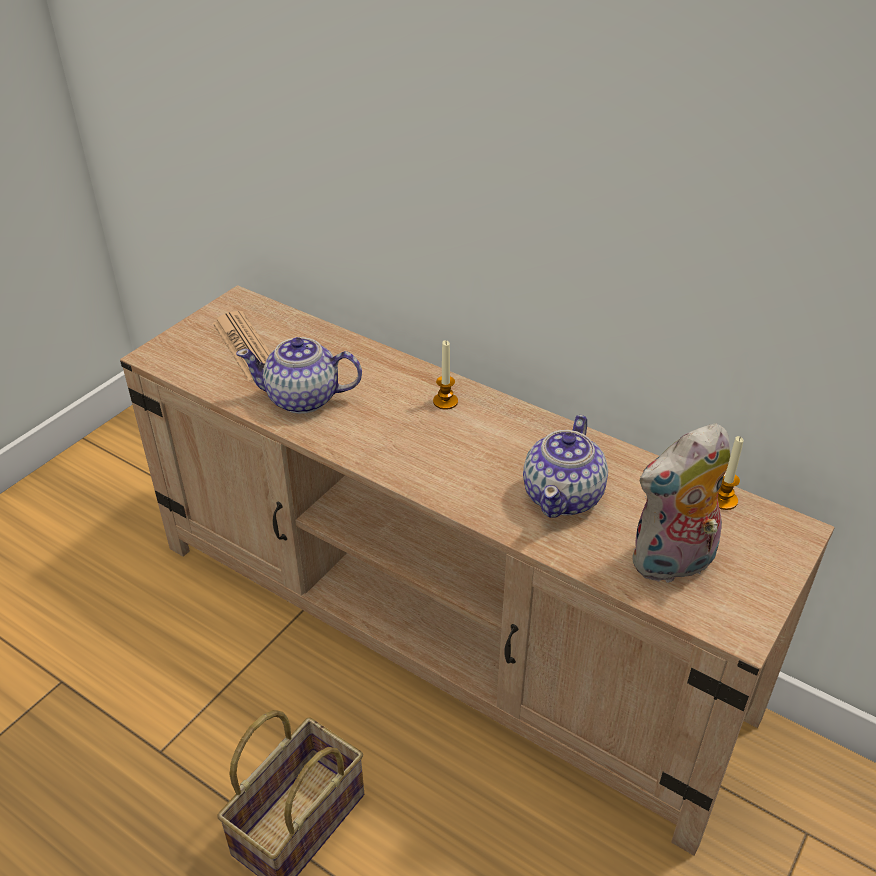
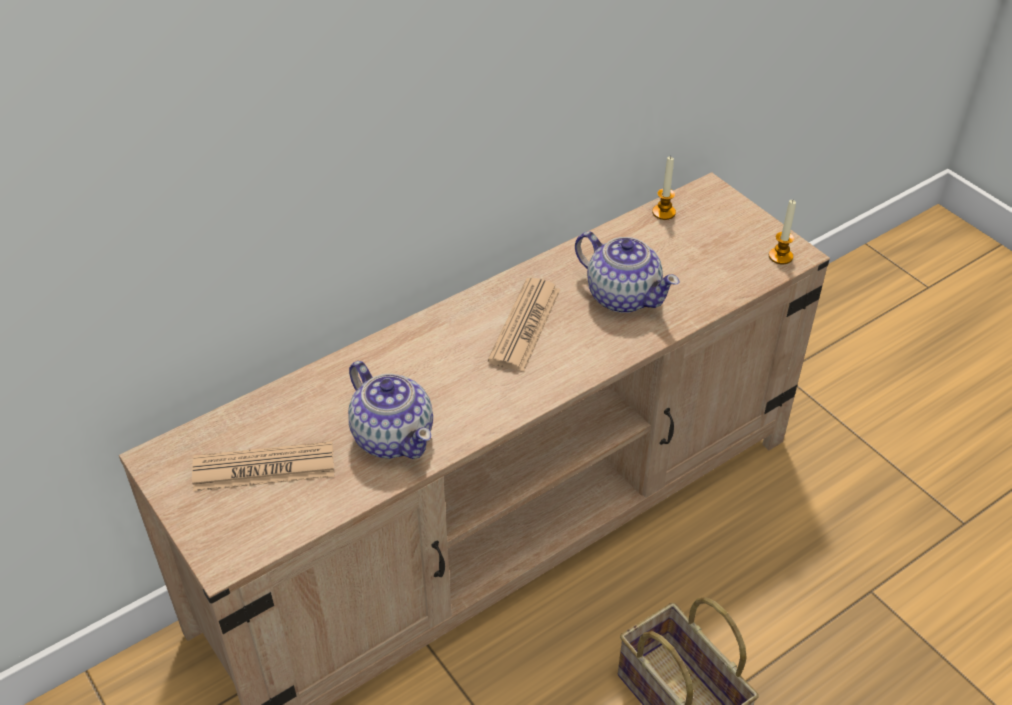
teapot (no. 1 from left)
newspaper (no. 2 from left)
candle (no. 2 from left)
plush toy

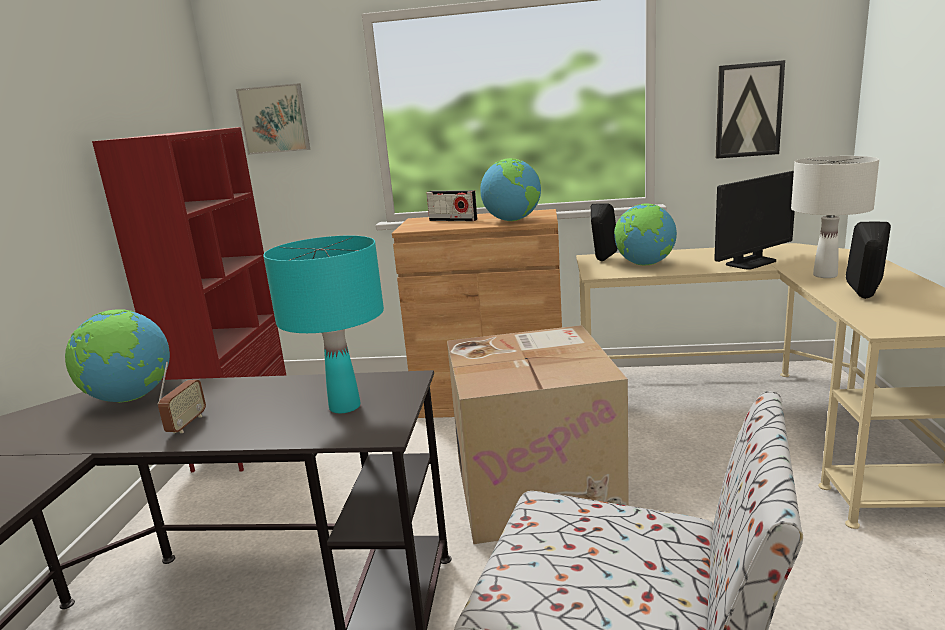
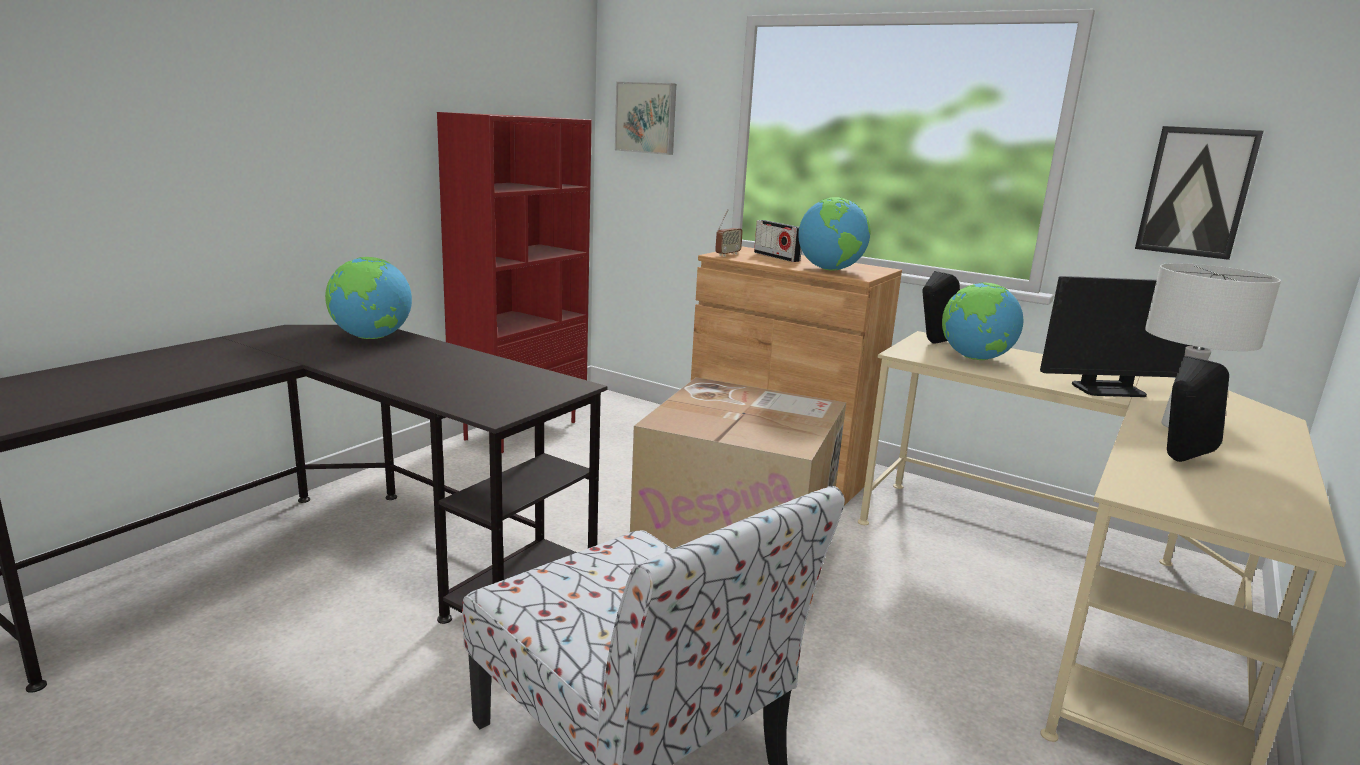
radio (no. 1 from left)
turquoise table lamp

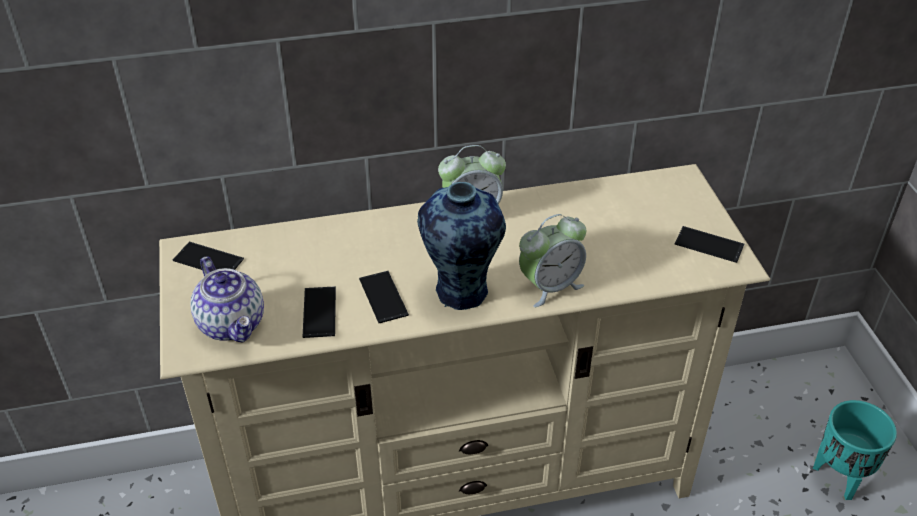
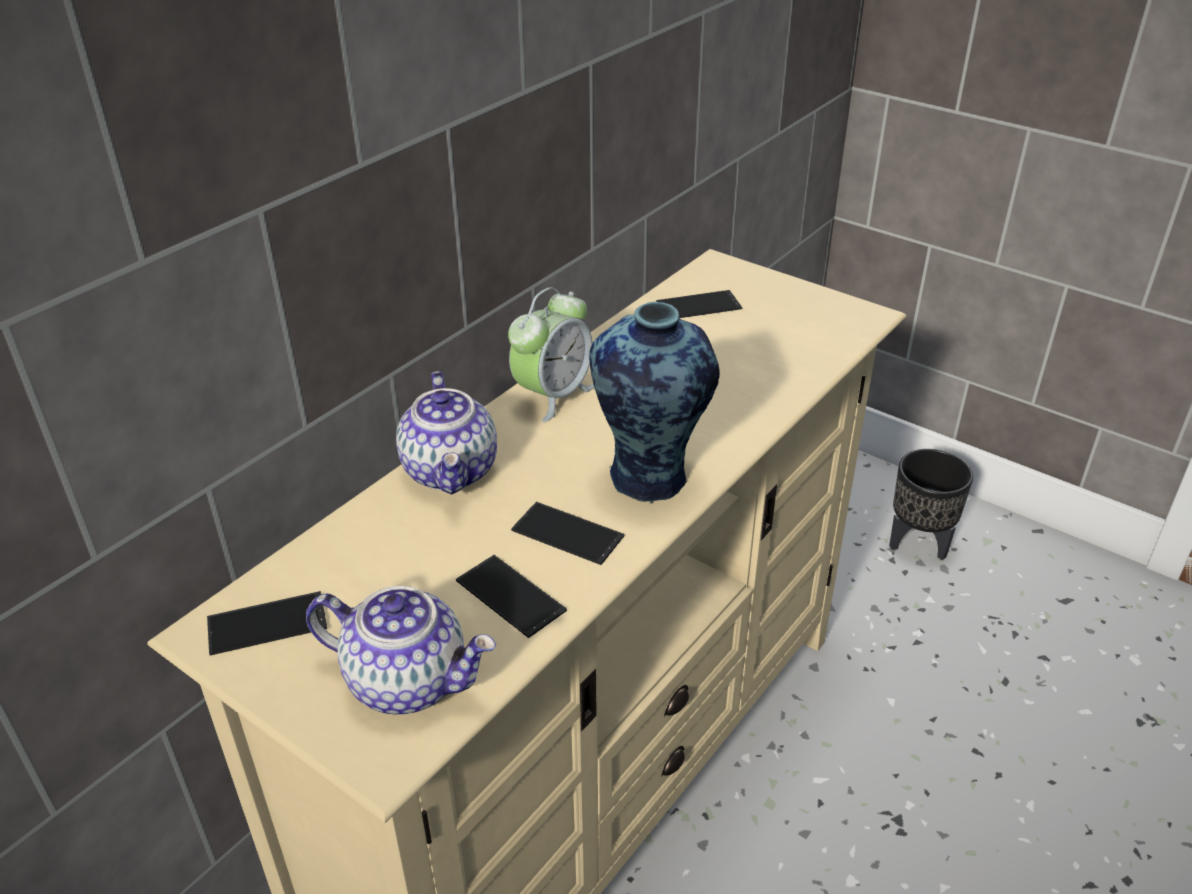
teapot (no. 2 from left)
phone (no. 4 from left)
black planter
alarm clock (no. 2 from left in the first image)

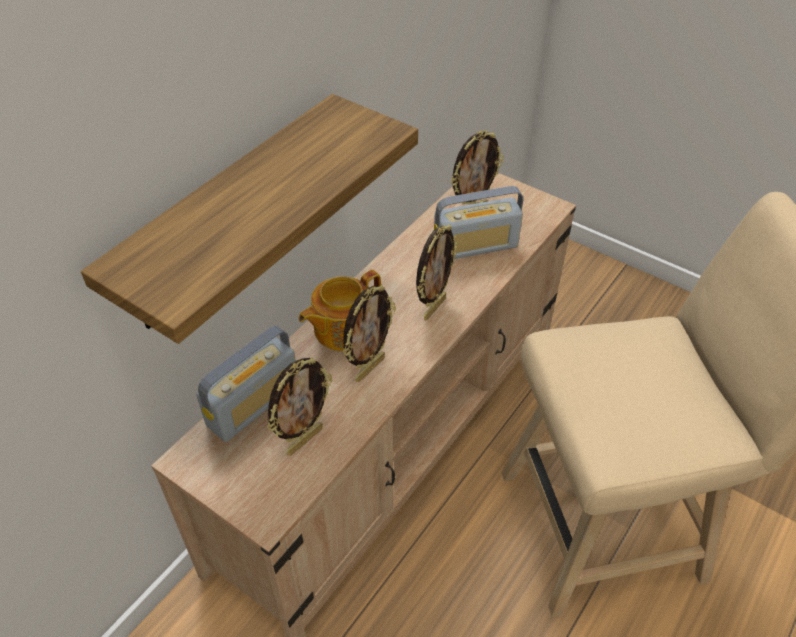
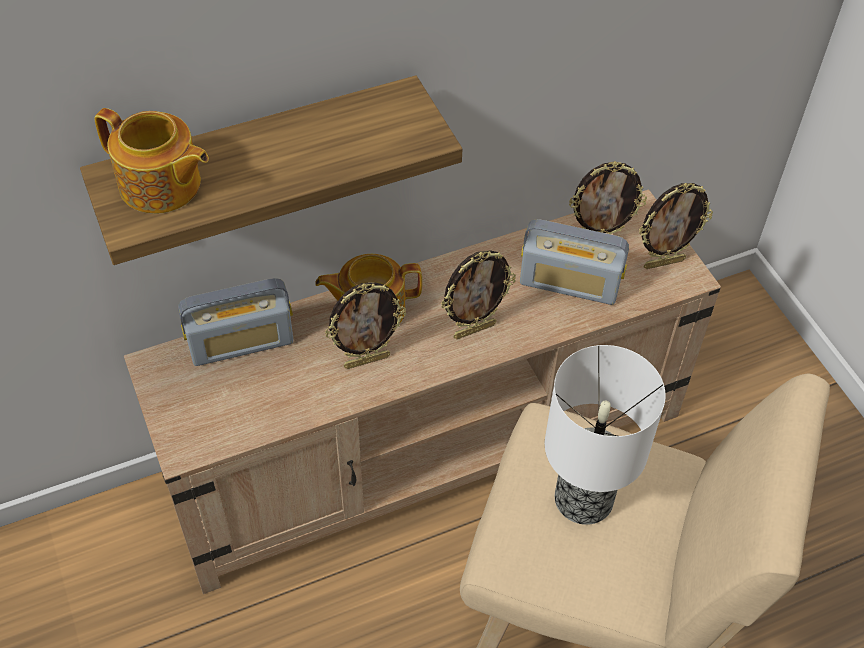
teapot (no. 1 from left)
table lamp
picture frame (no. 4 from left)

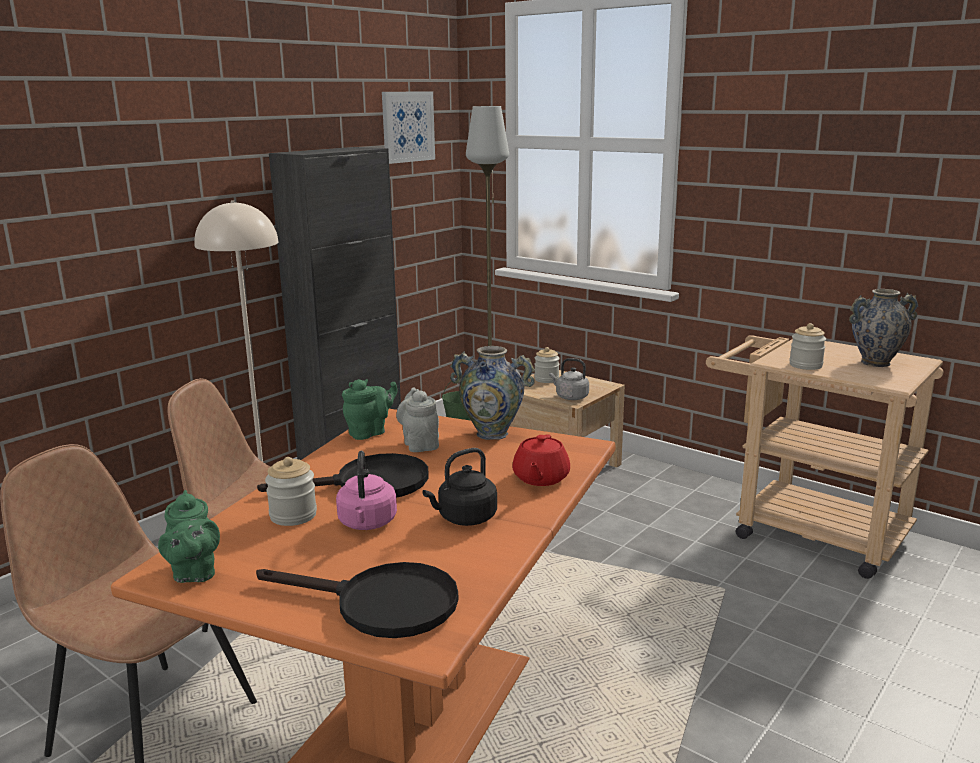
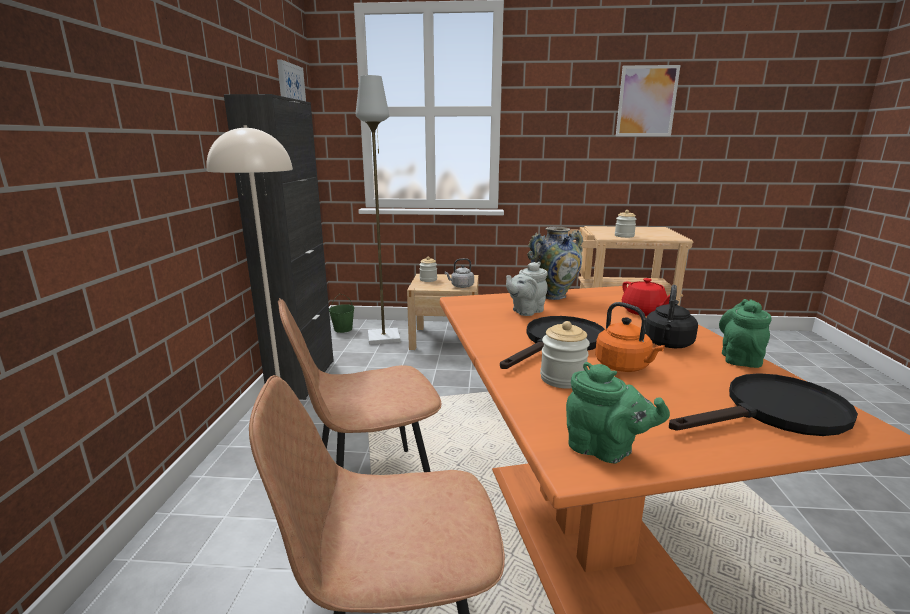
grey teapot
orange kettle
picture (no. 2 from left)
green teapot (no. 2 from left)
vase (no. 2 from left in the first image)

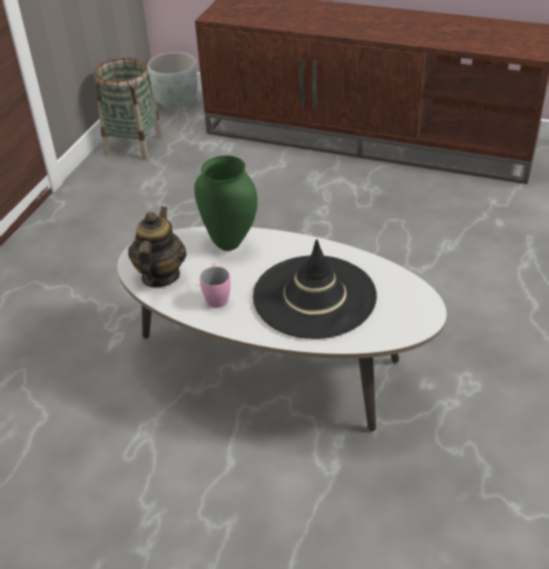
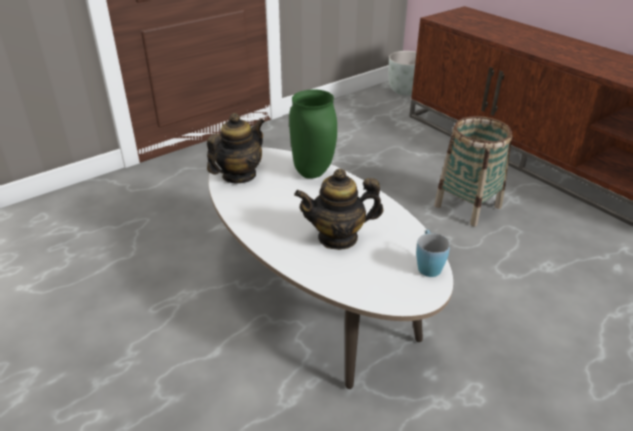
teapot (no. 2 from left)
blue mug
basket
pink mug

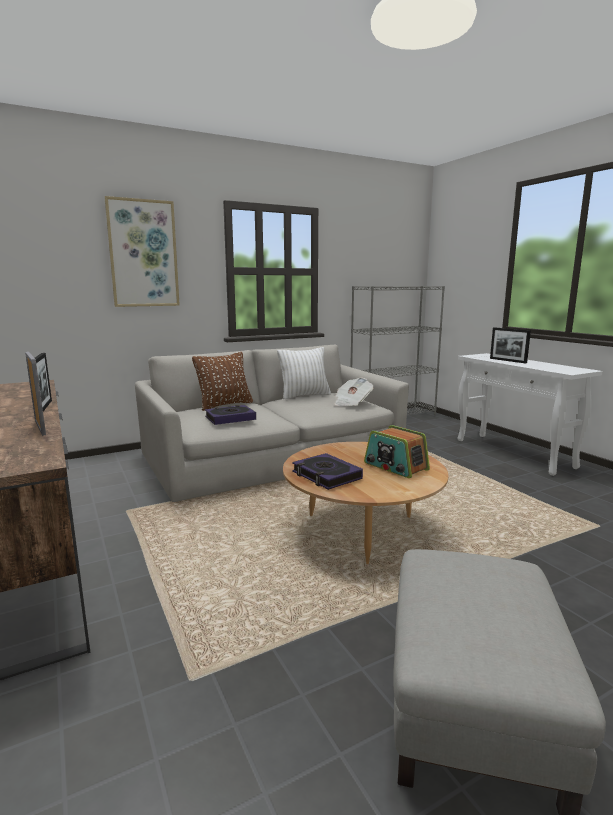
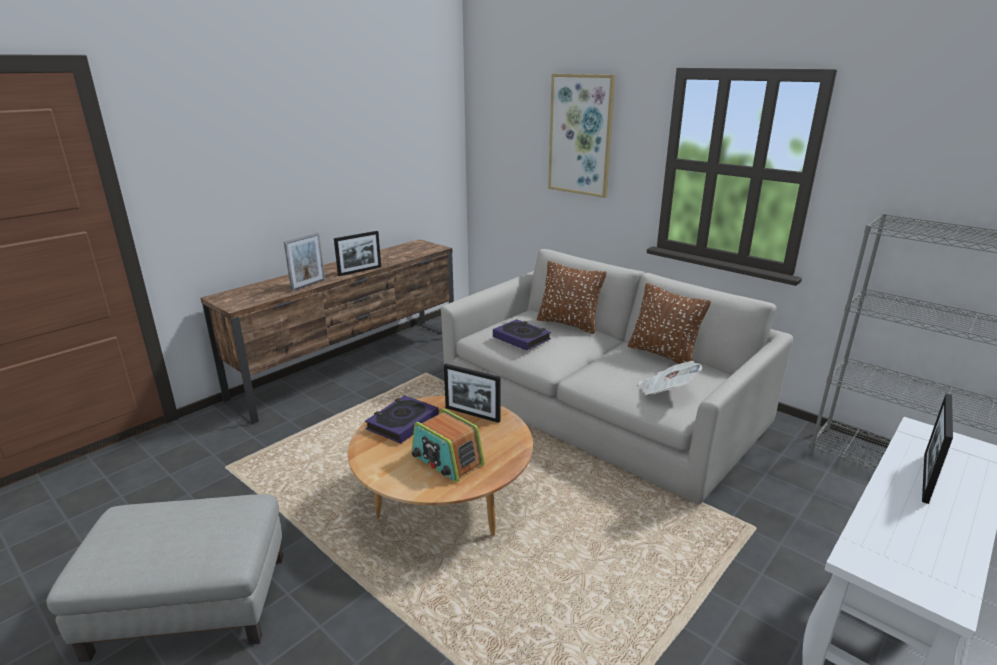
radio
picture frame (no. 3 from left)
brown pillow (no. 2 from left)

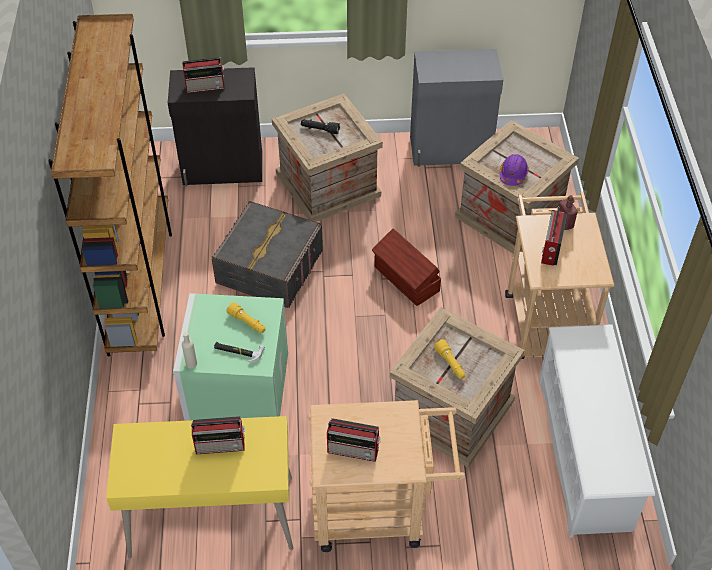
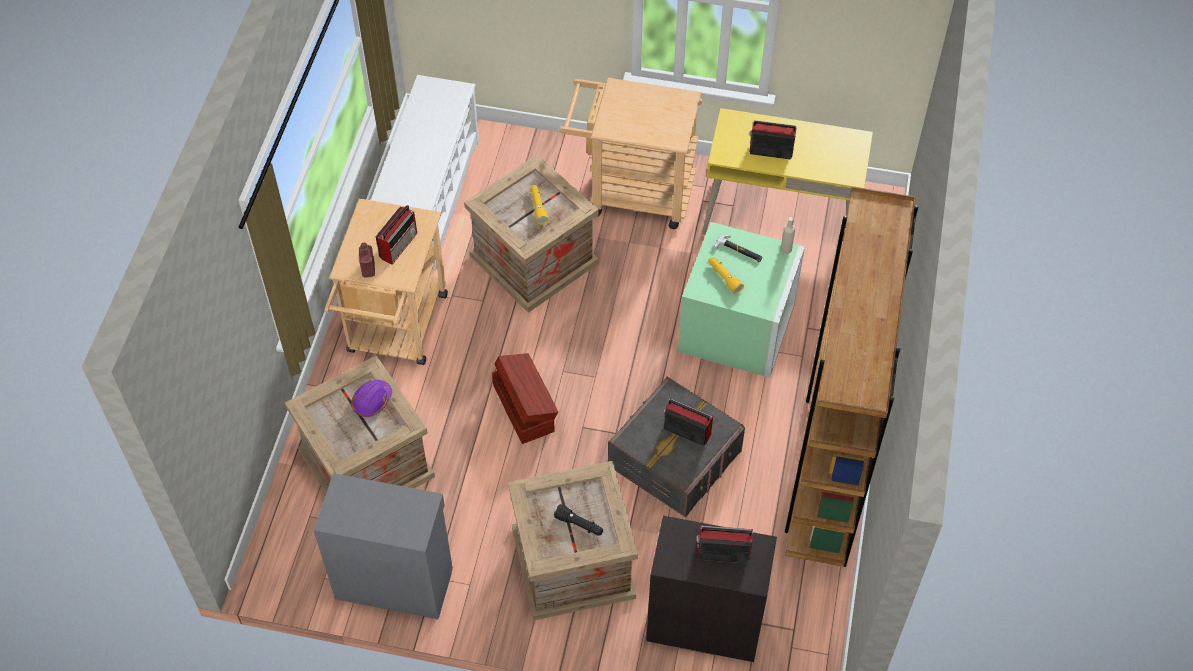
radio (no. 2 from left)

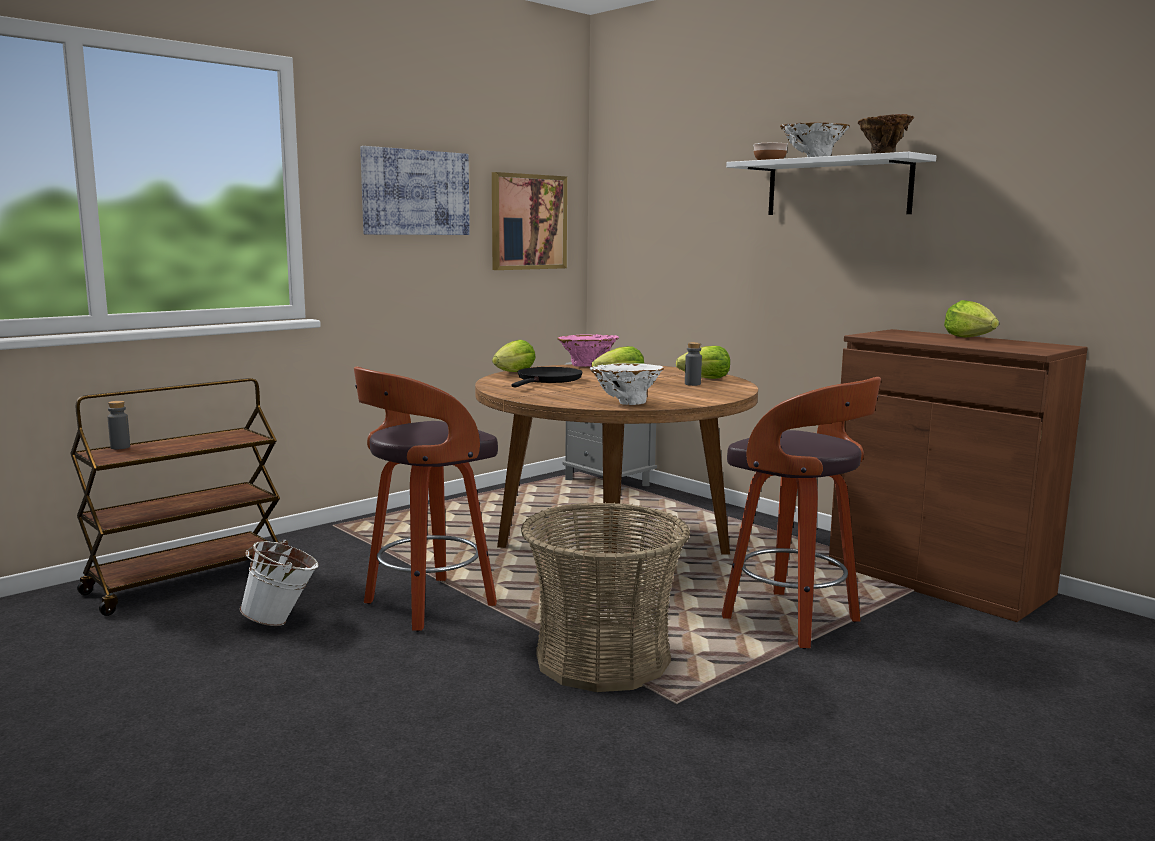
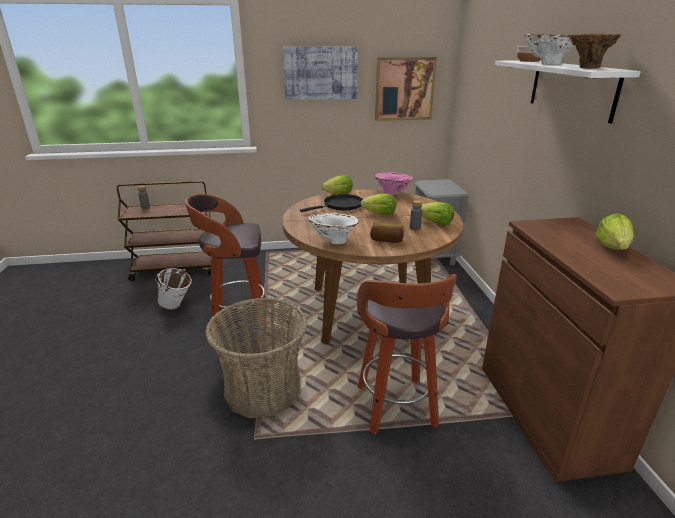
bread

